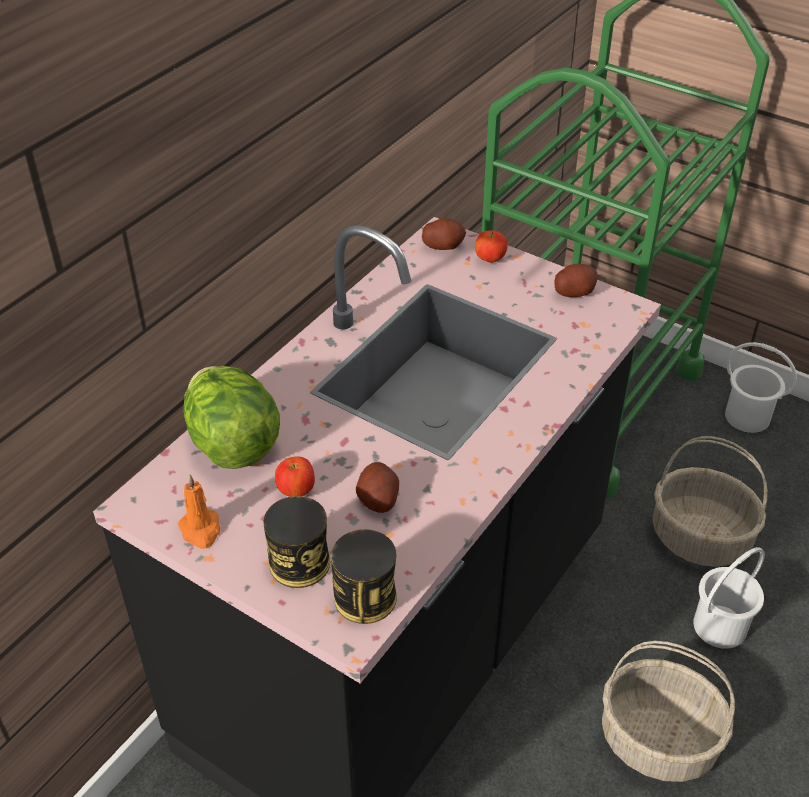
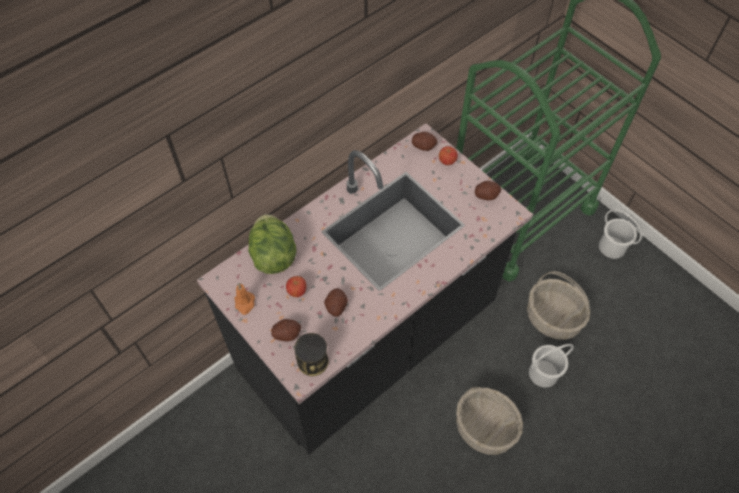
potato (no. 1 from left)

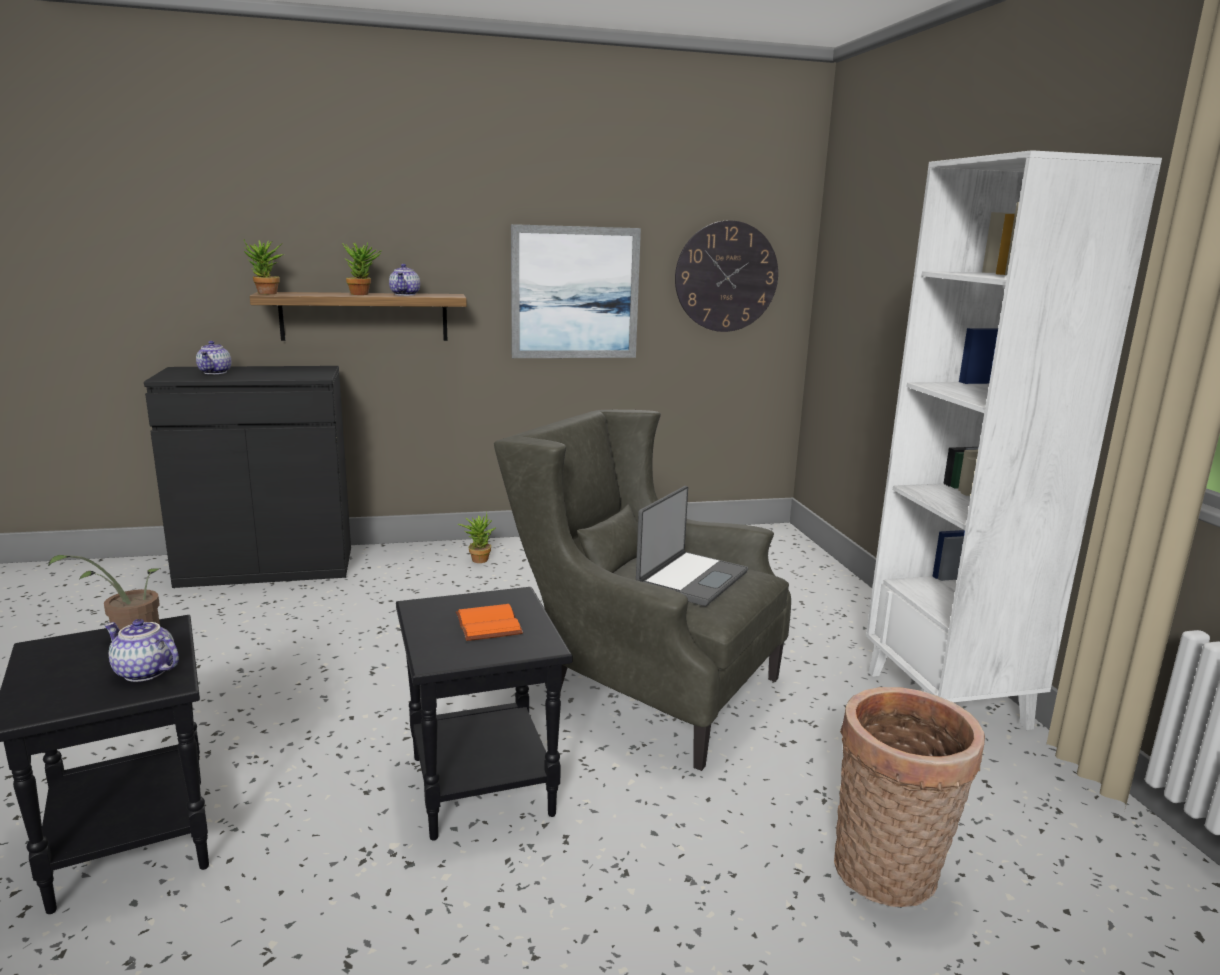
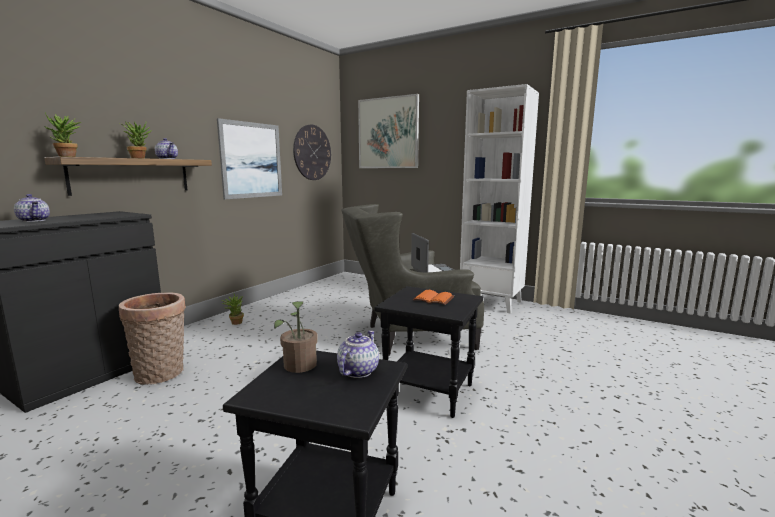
basket
teapot (no. 3 from left)
picture (no. 2 from left)

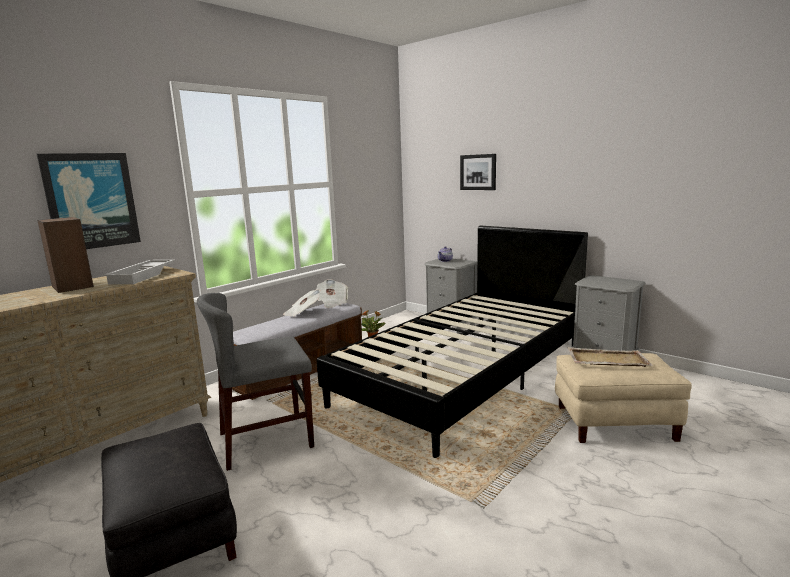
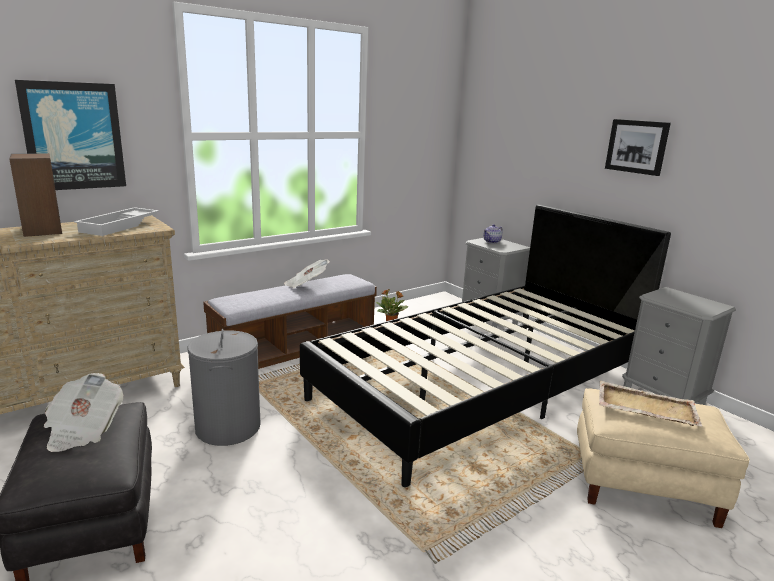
newspaper (no. 1 from left)
grey laundry basket
picture (no. 2 from left)

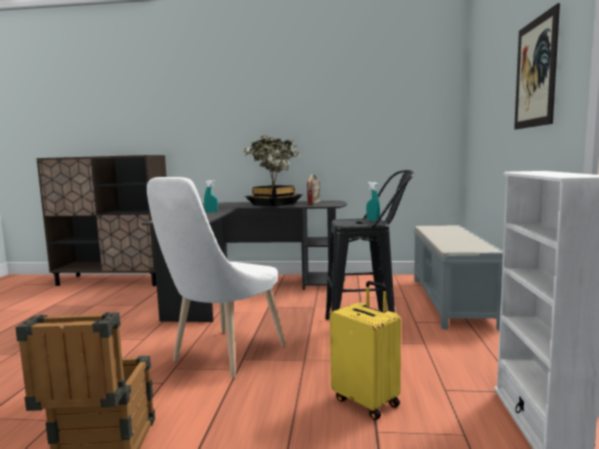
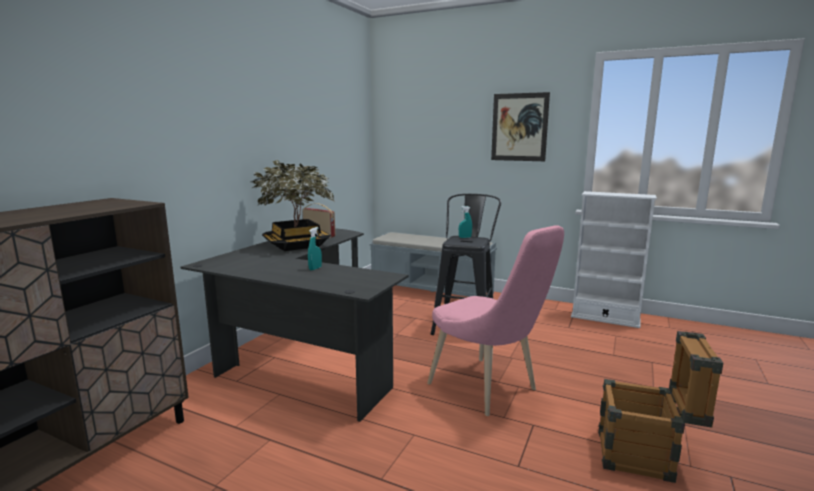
pink chair
yellow suitcase

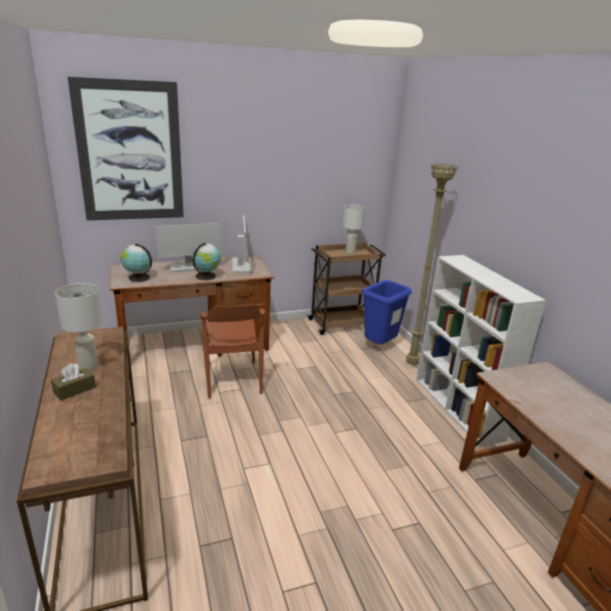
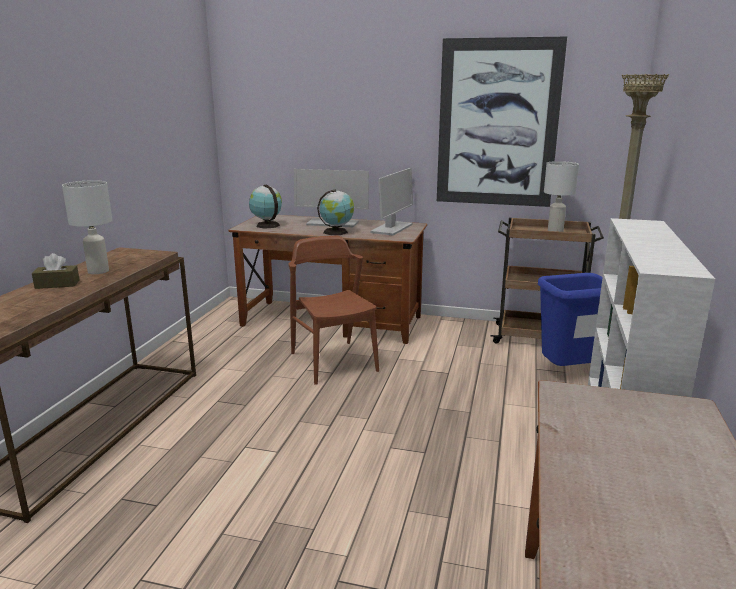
brown chair
picture

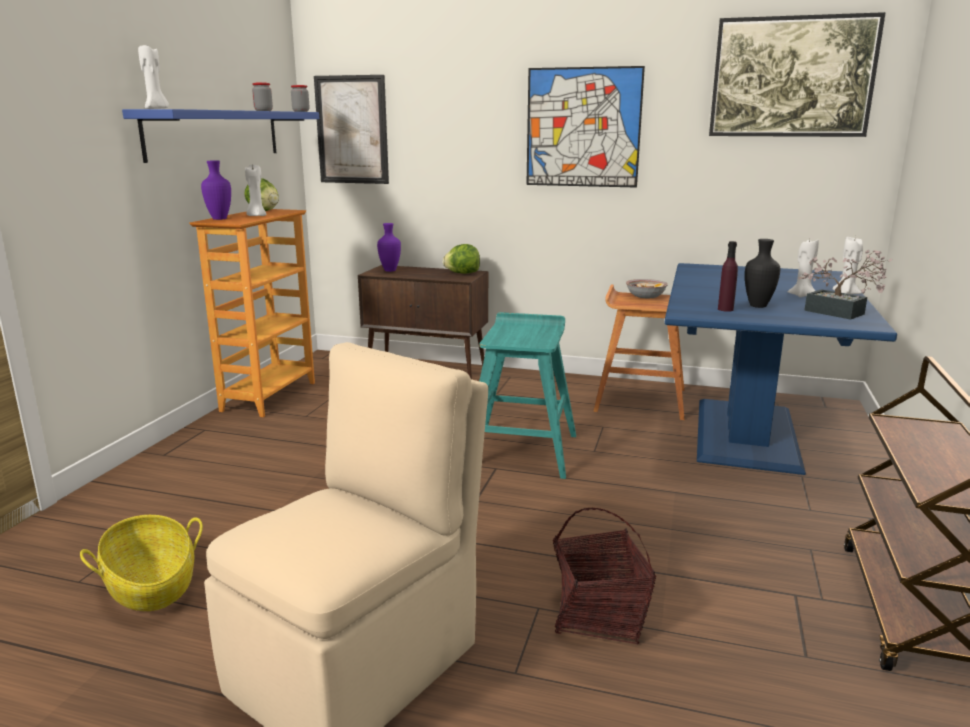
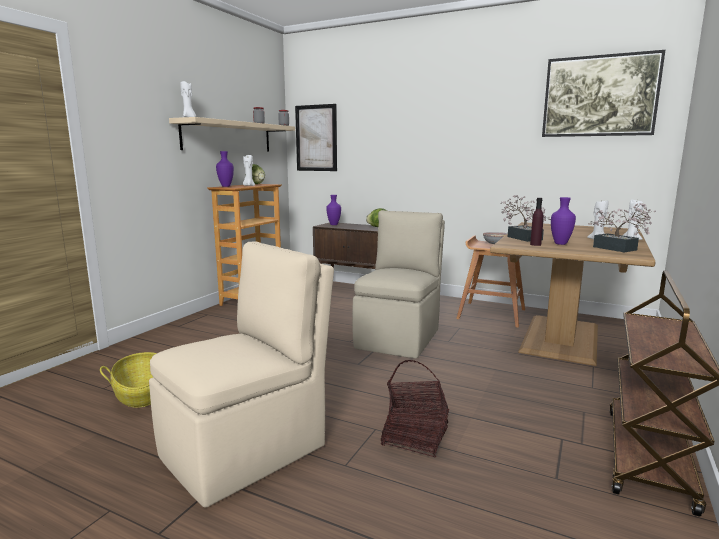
beige shelf
beige chair (no. 2 from left)
brown dining table
potted plant (no. 1 from left)
purple vase (no. 3 from left)
picture (no. 2 from left in the first image)

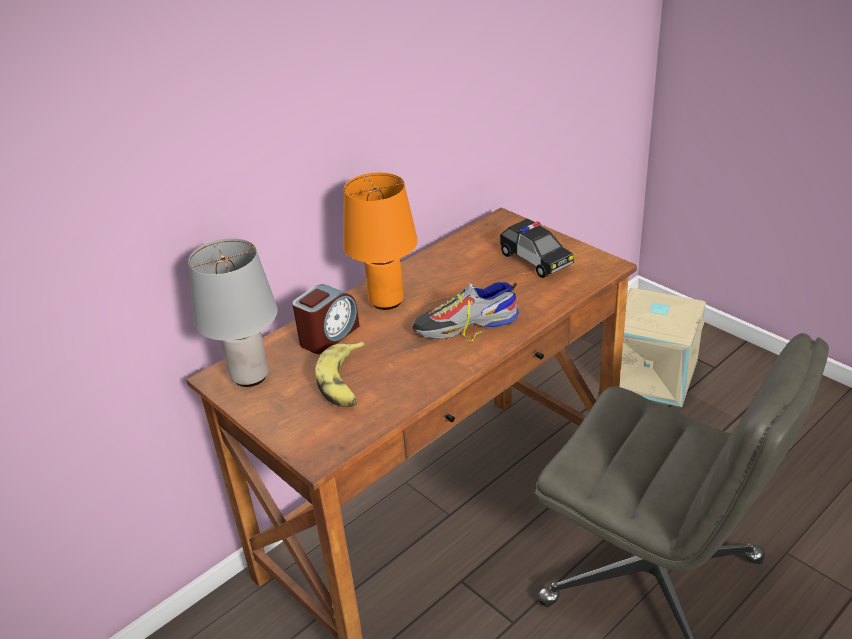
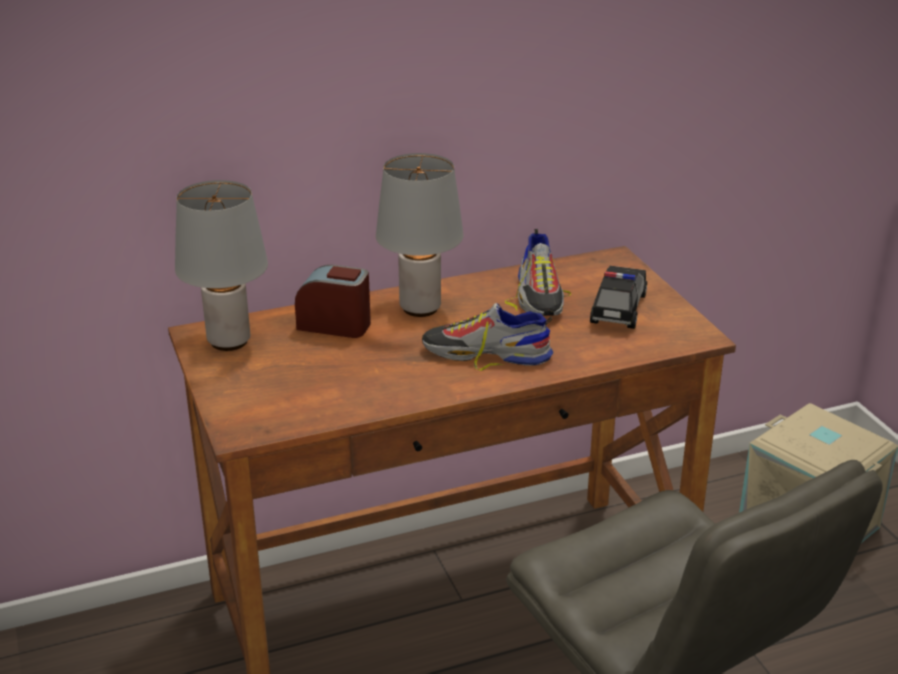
alarm clock
grey table lamp (no. 2 from left)
shoe (no. 2 from left)
toy car
banana

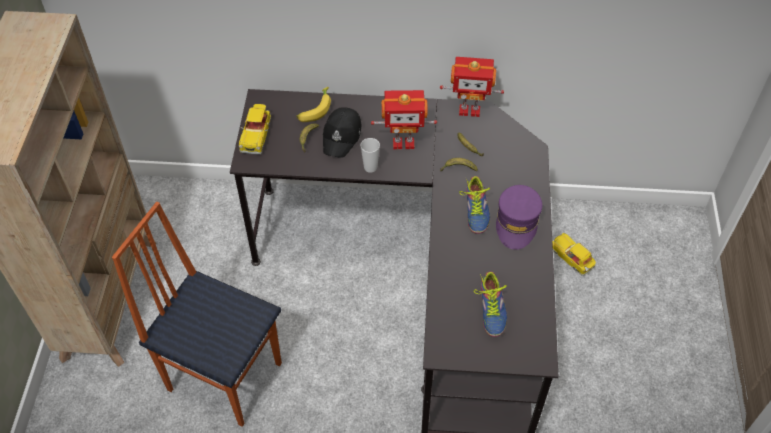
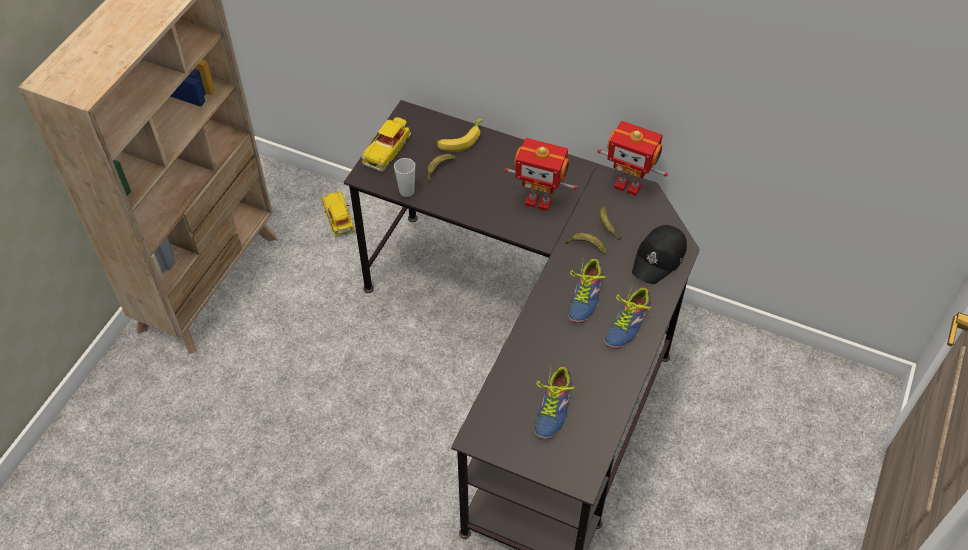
toy car (no. 1 from left)
cup
shoe (no. 3 from left)
black cap
chair

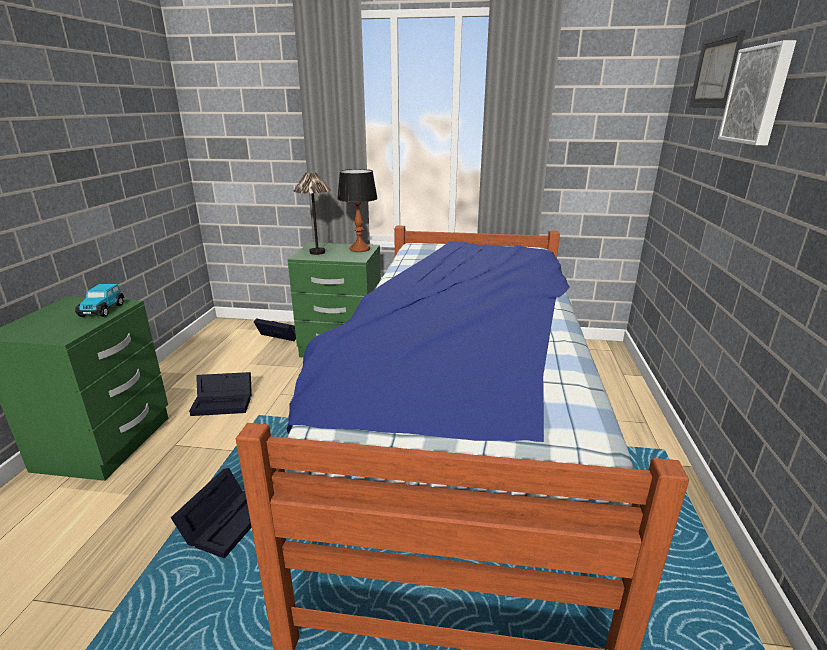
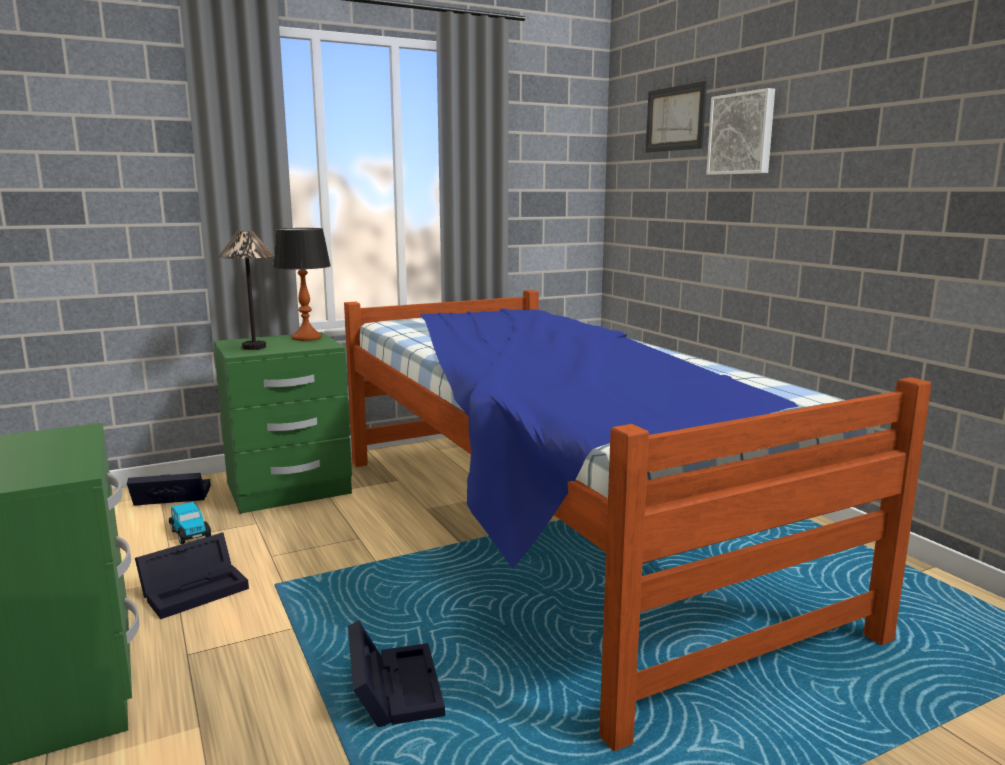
toy car

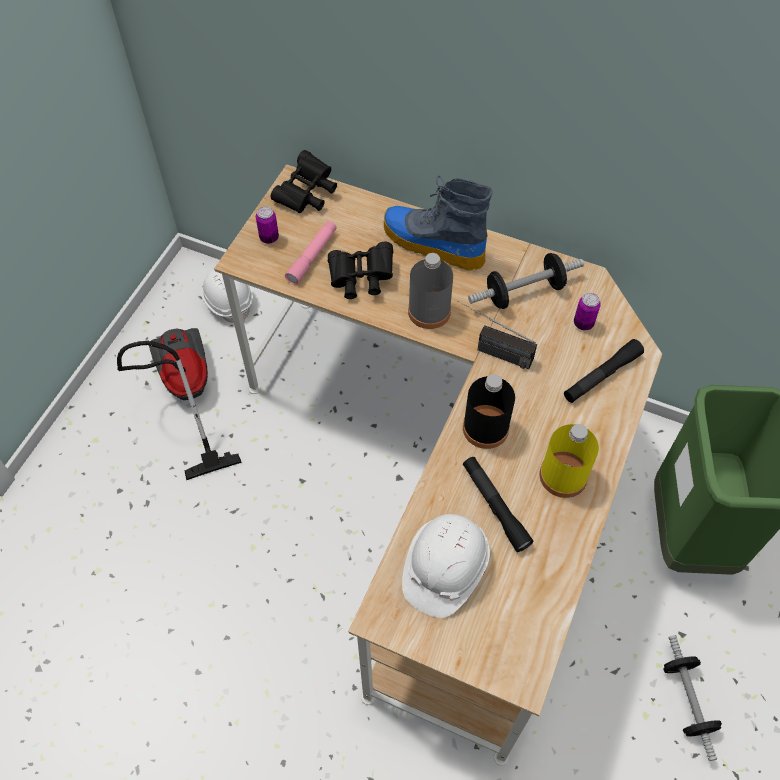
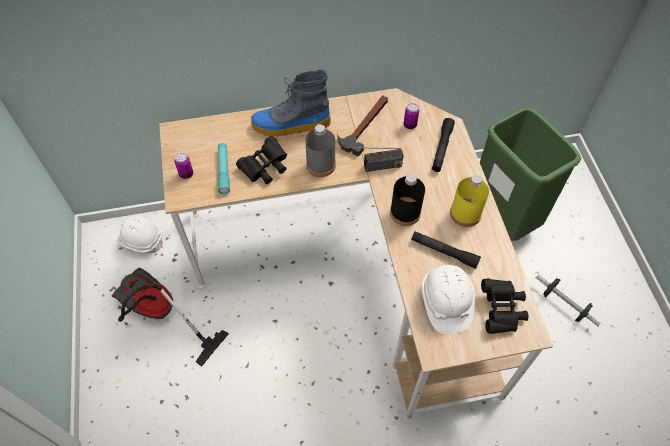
turquoise flashlight
hammer
black binoculars (no. 2 from left)

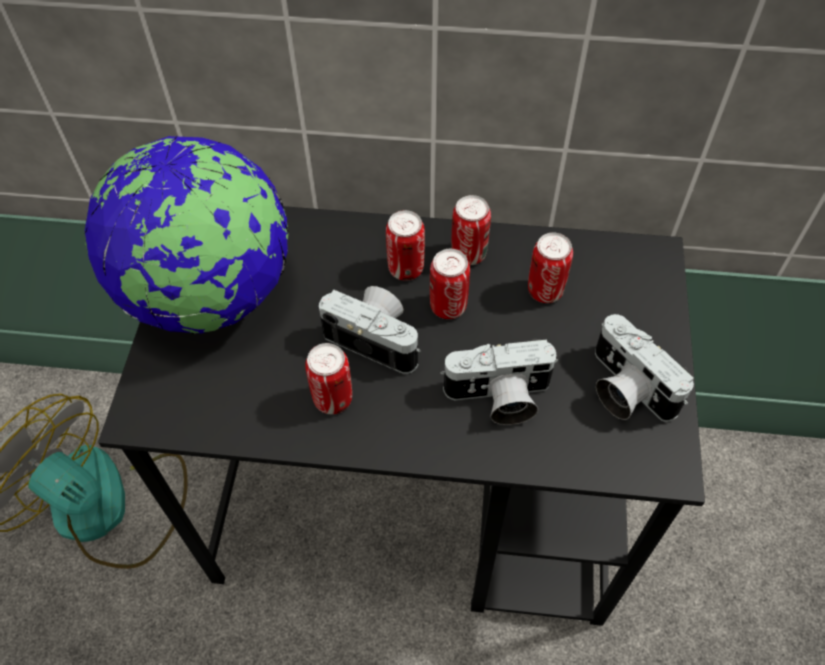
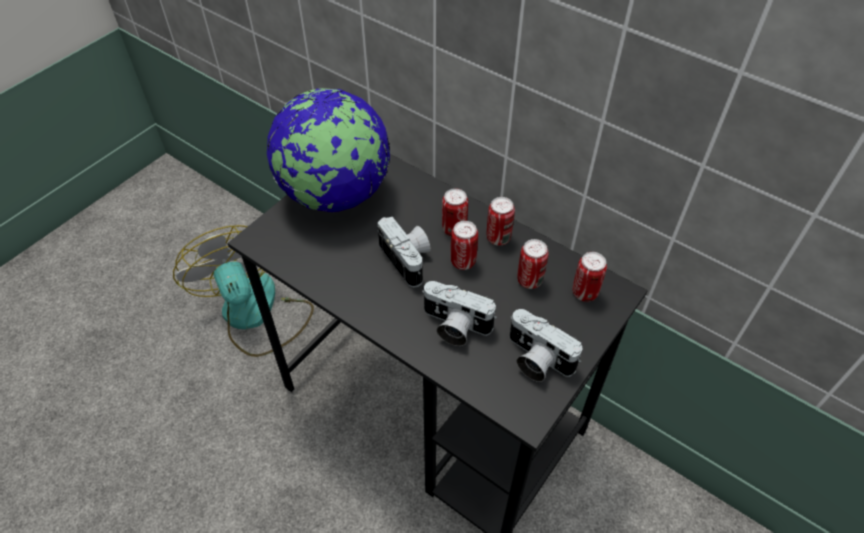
photo camera (no. 3 from left)
can (no. 5 from left)

